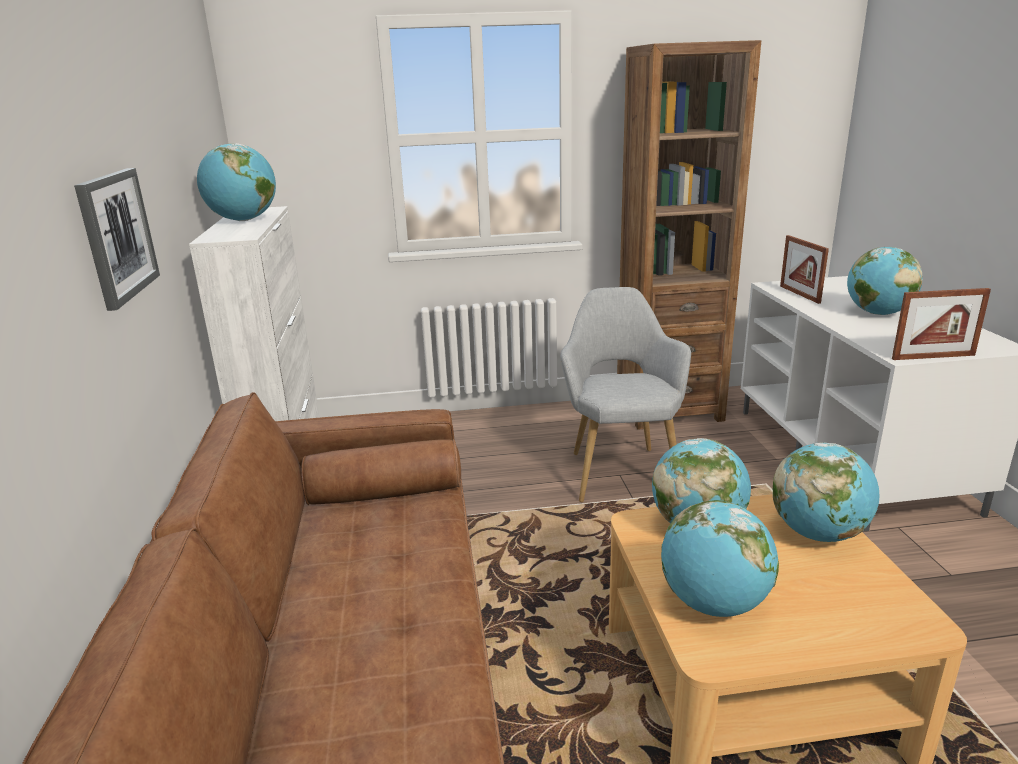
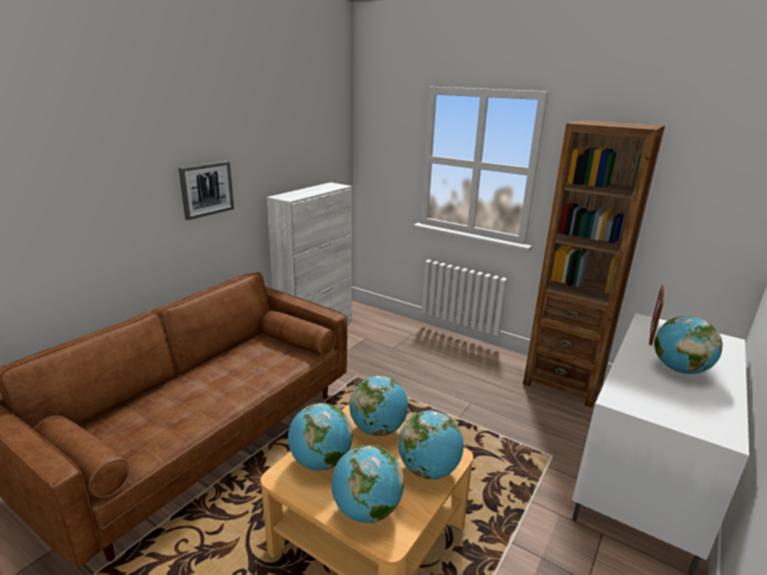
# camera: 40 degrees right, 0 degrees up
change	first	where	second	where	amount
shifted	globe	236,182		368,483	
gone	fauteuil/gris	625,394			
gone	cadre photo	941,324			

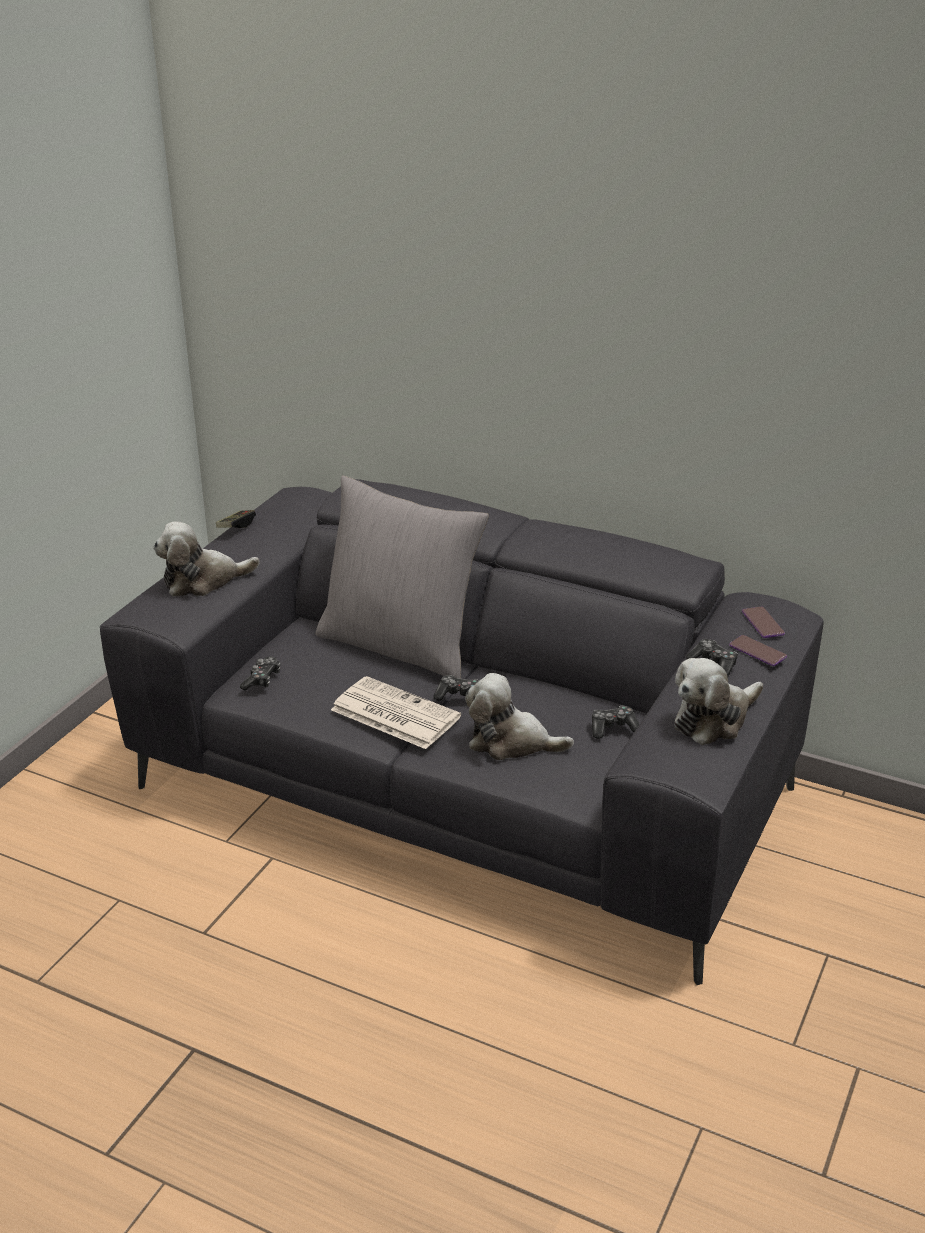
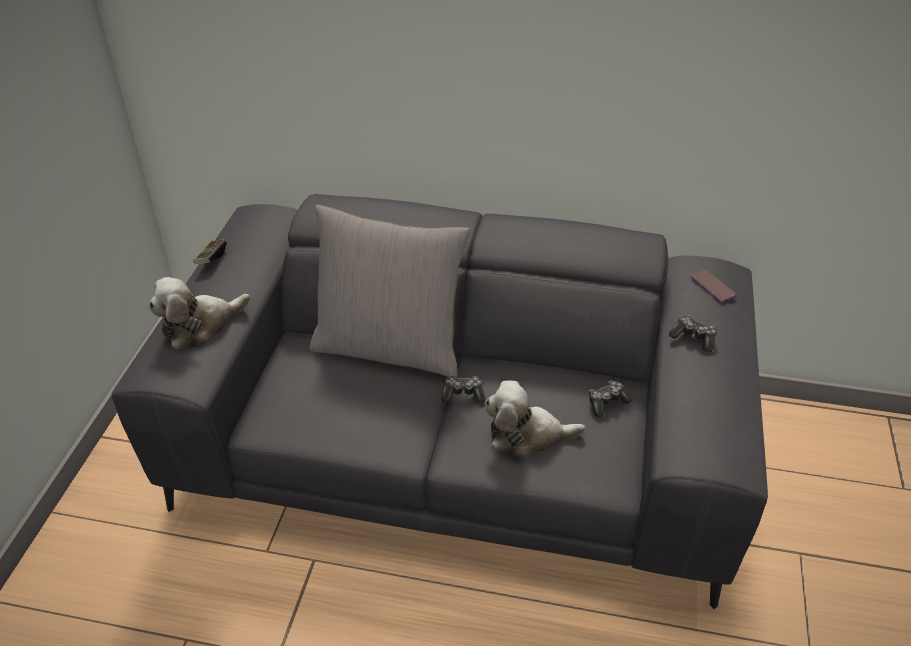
# camera: 15 degrees left, 10 degrees up
change	first	where	second	where	amount
gone	manette	260,673			
gone	journal	396,712			
gone	peluche	719,701			
gone	téléphone	758,650			

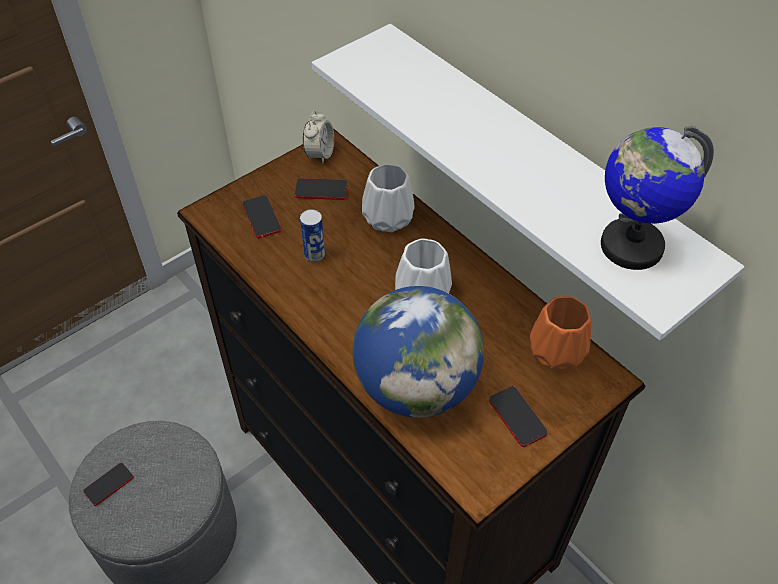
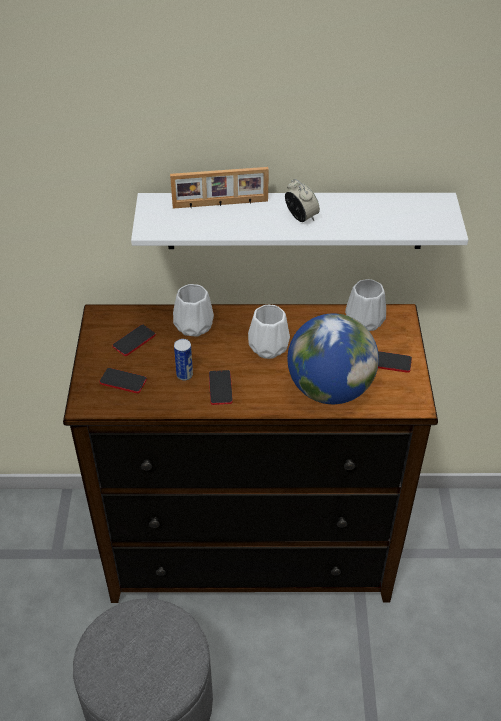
# camera: 50 degrees left, 5 degrees down
change	first	where	second	where	amount
new			cadre photo	219,188	
shifted	téléphone	108,484		221,387	
shifted	réveil	318,137		302,200	
repainted	vase/orange	560,333	vase/blanc	365,305	
gone	globe	657,198			

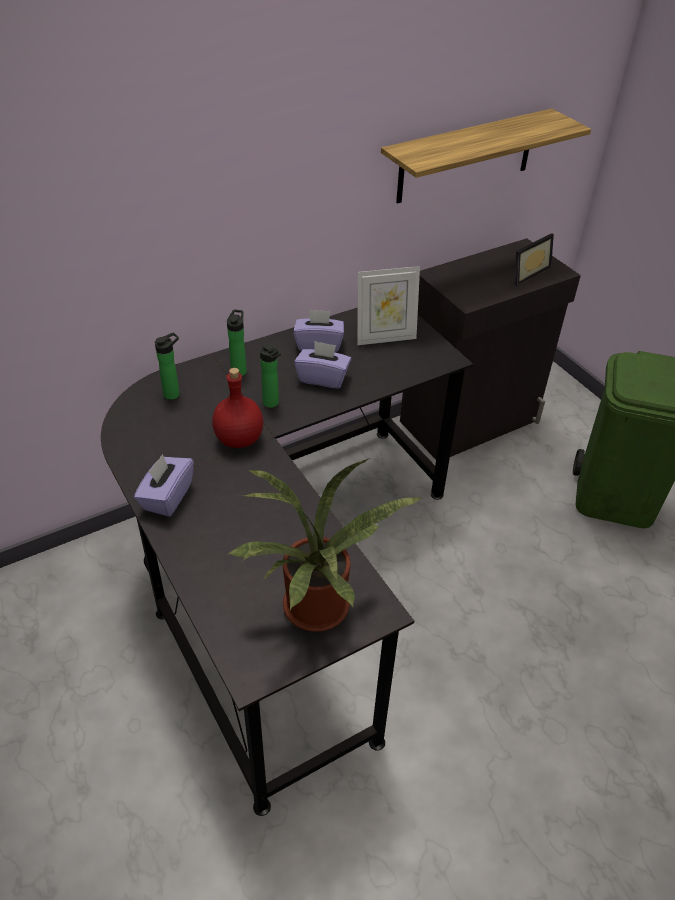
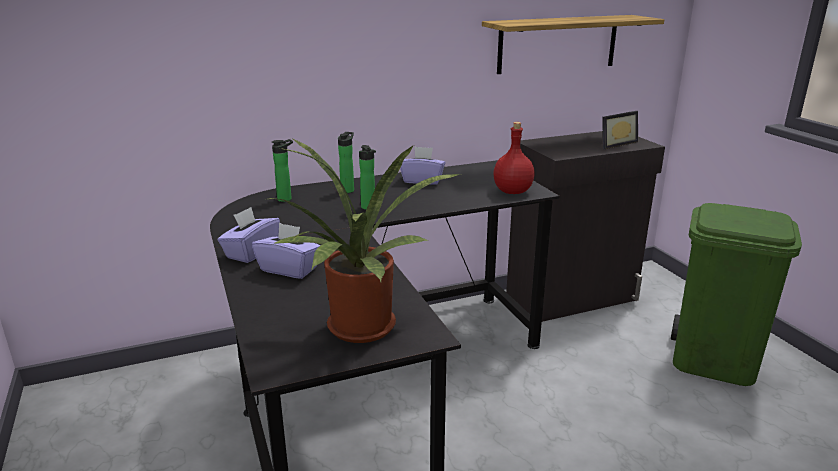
# camera: 10 degrees right, 20 degrees down
change	first	where	second	where	amount
shifted	boîte à mouchoirs/violet	322,365		286,251	
shifted	bouteille/rouge	237,408		514,158	
gone	cadre photo	388,305			

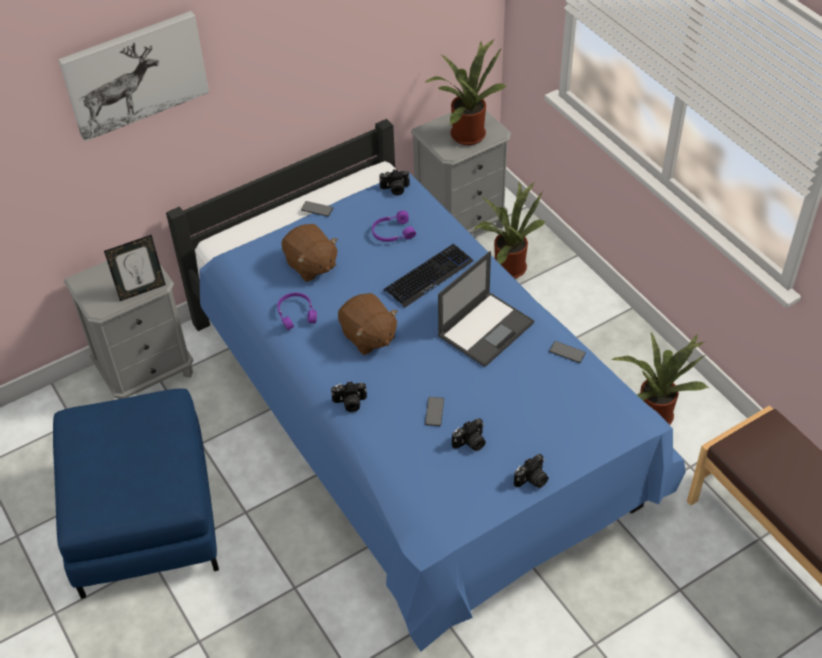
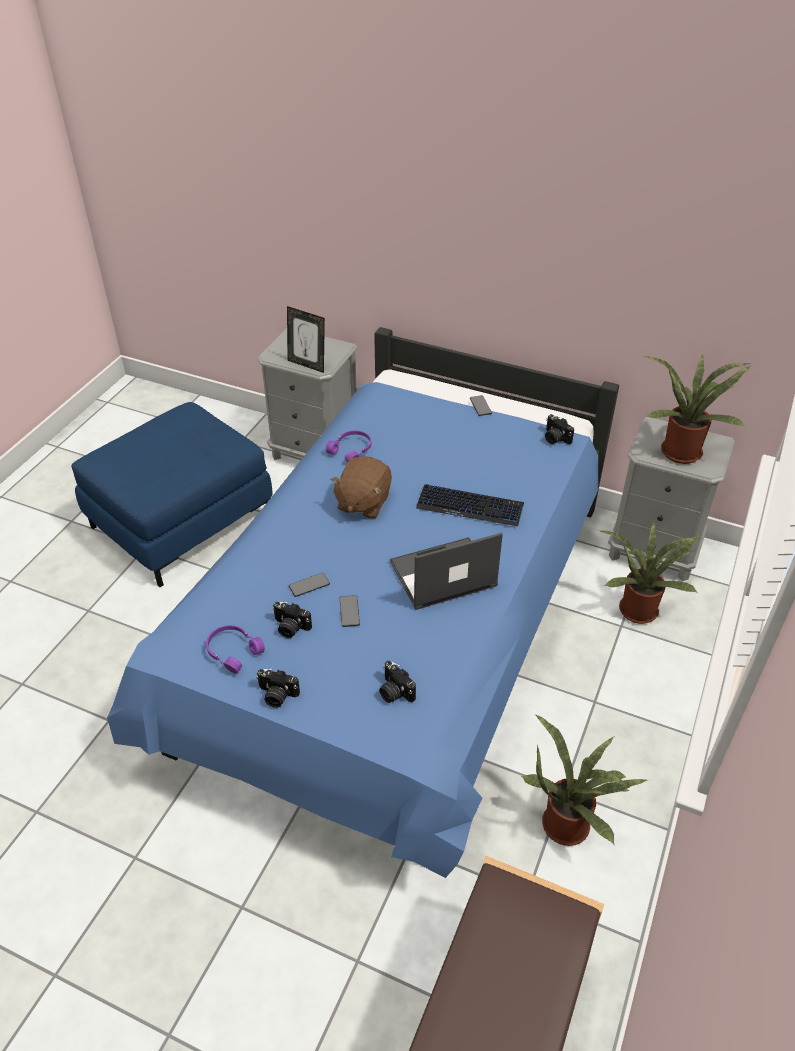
# camera: 55 degrees right, 5 degrees down
change	first	where	second	where	amount
shifted	casque audio/violet	394,226		235,649	
shifted	téléphone	567,352		350,611	
shifted	appareil photo	349,396		397,682	
rotated	ordinateur portable	486,309		446,571	150 degrees clockwise
gone	tableau	133,76			
gone	peluche/marron	309,253			

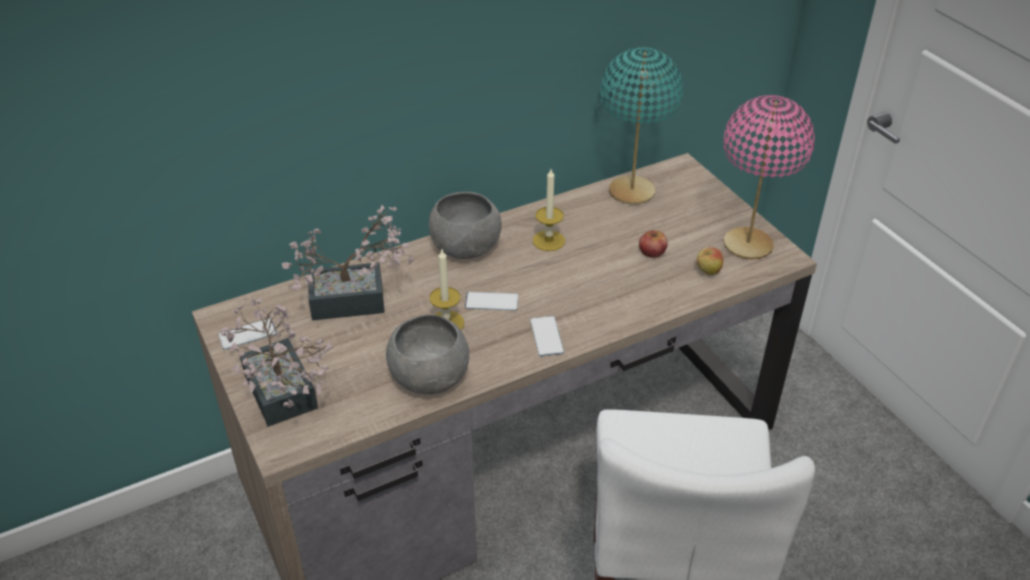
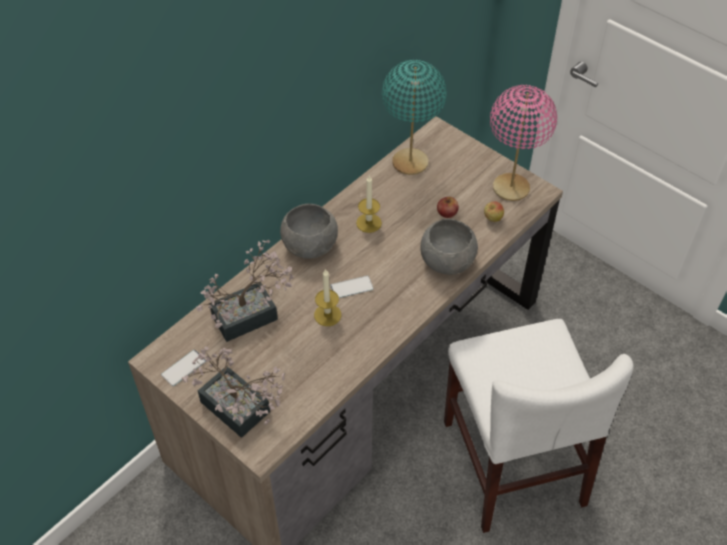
# camera: 20 degrees left, 10 degrees up
change	first	where	second	where	amount
shifted	bol/gris	427,354		449,247	
gone	téléphone	547,336			

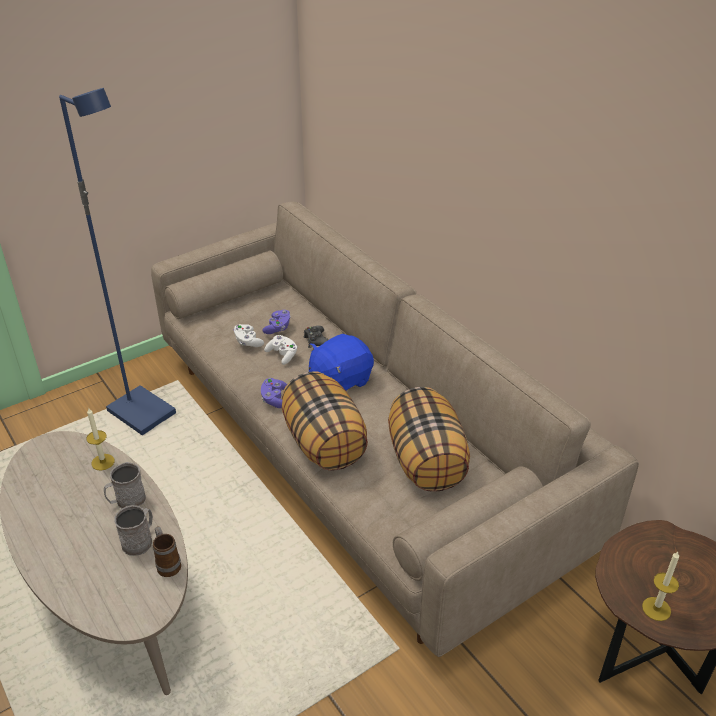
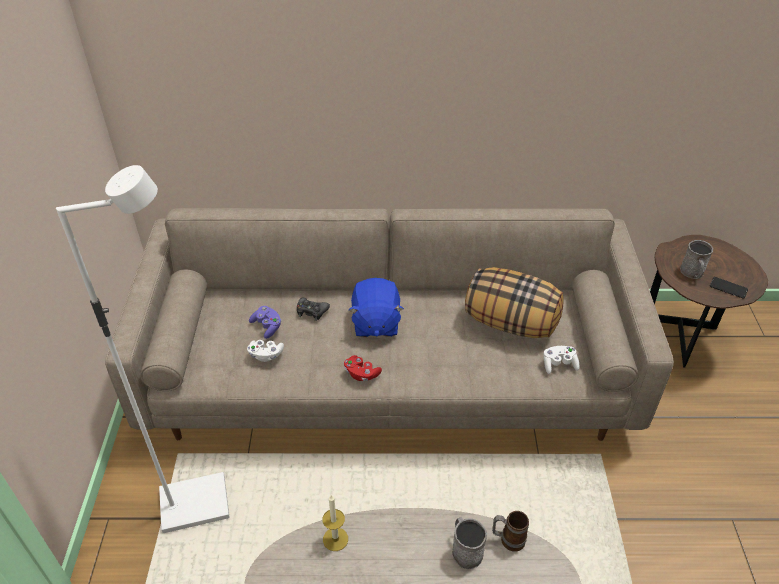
# camera: 55 degrees left, 5 degrees up
change	first	where	second	where	amount
repainted	lampadaire/bleu	117,261	lampadaire/blanc	143,349	
repainted	manette/violet	274,393	manette/rouge	363,368	
shifted	manette/blanc	280,350		561,360	
shifted	mug/gris	125,485		696,259	
swapped	bougie	660,586	téléphone	729,287	
gone	coussin	325,421			

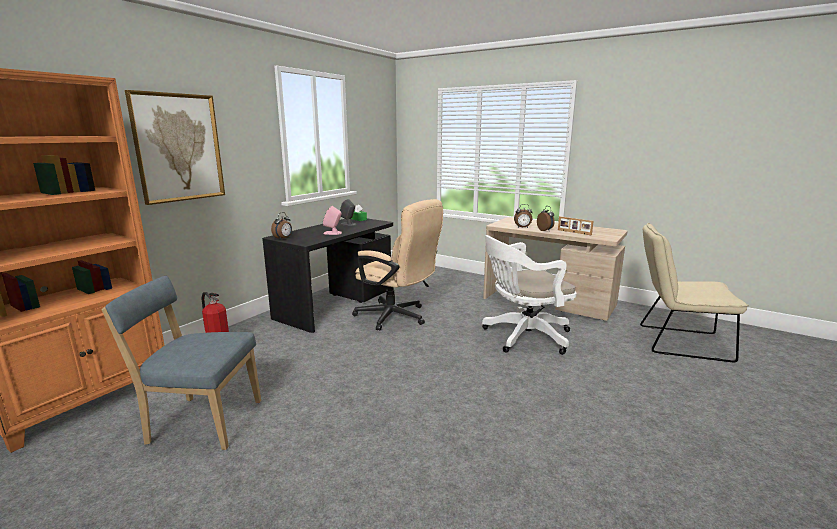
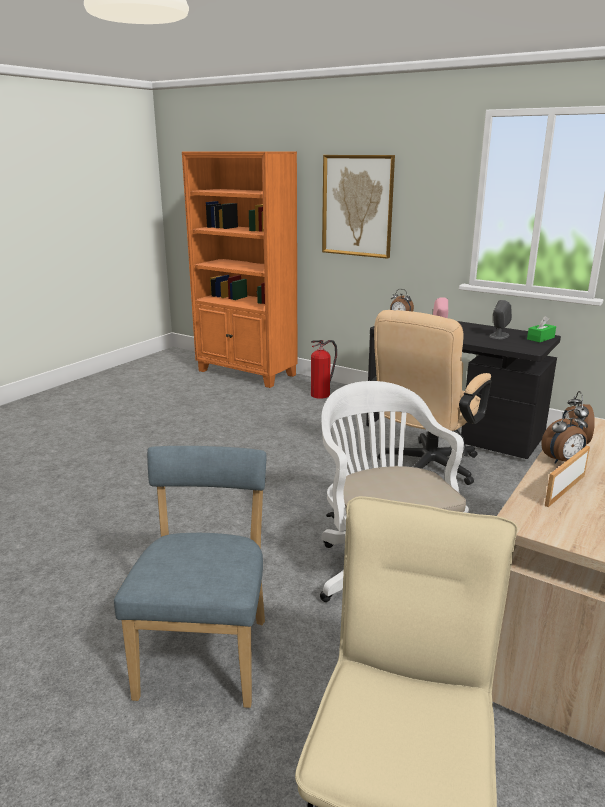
# camera: 90 degrees right, 5 degrees up
change	first	where	second	where	amount
shifted	chaise/bleu	181,363		190,577	

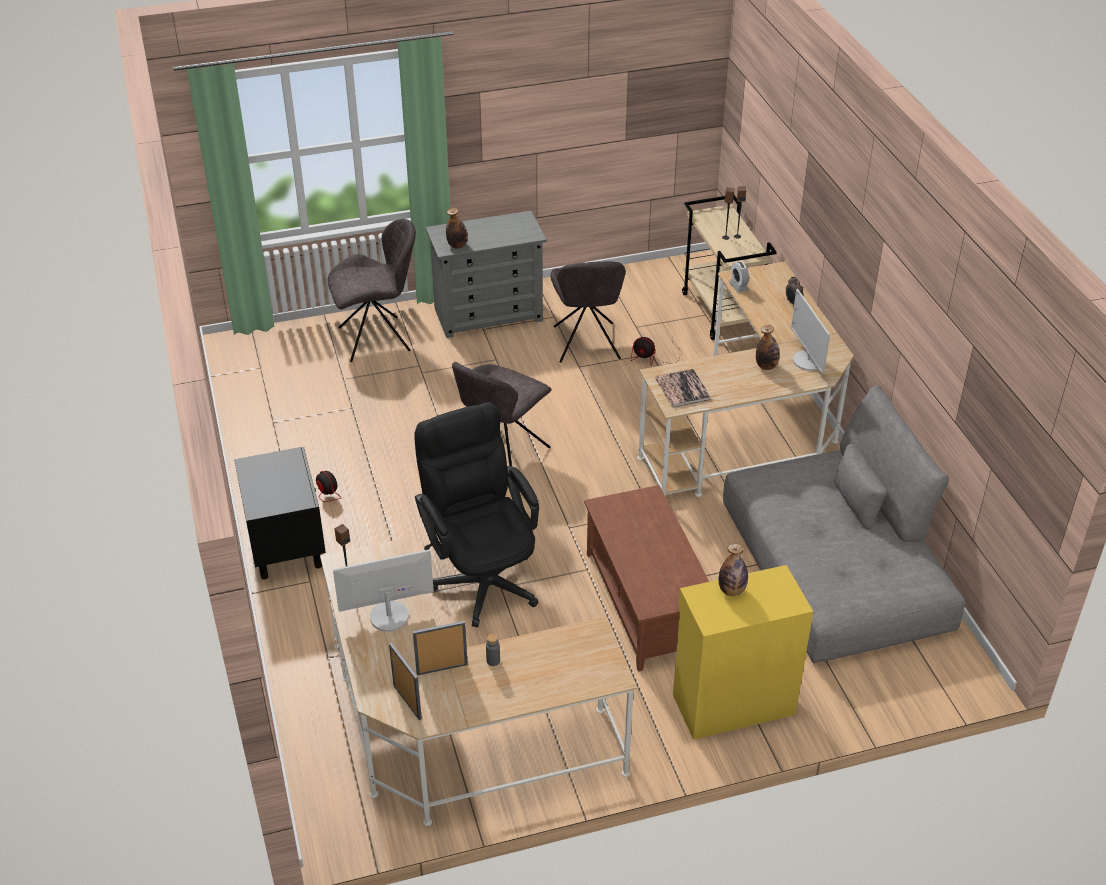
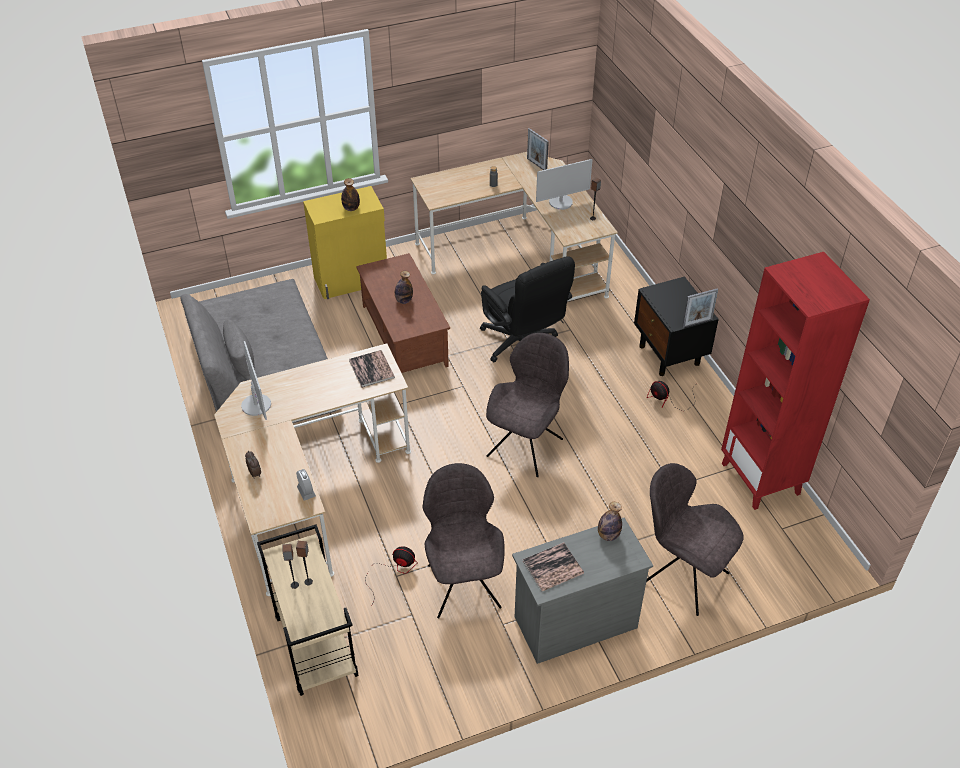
# camera: 175 degrees right, 5 degrees up
change	first	where	second	where	amount
shifted	bouteille	768,347		404,287	
new			livre	553,566	
rotated	chaise/gris	372,290		695,539	60 degrees clockwise
shifted	cadre photo	440,648		700,308	
new			bibliothèque/rouge	795,381	

